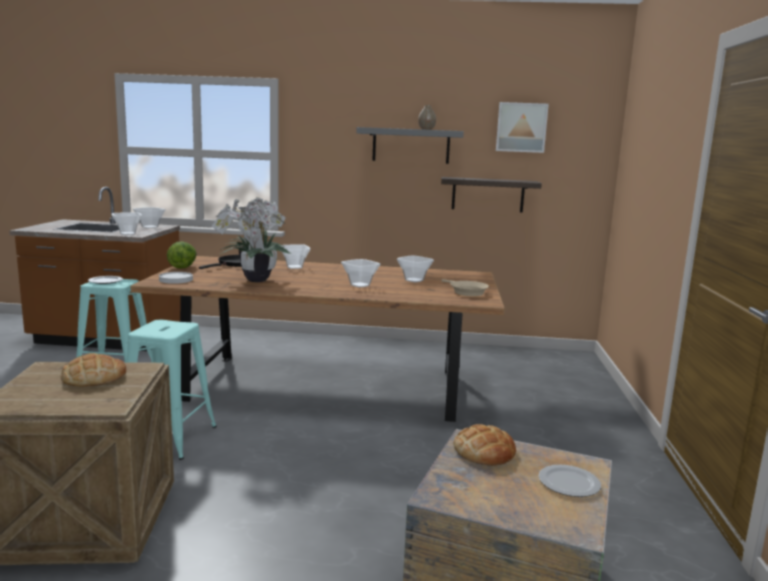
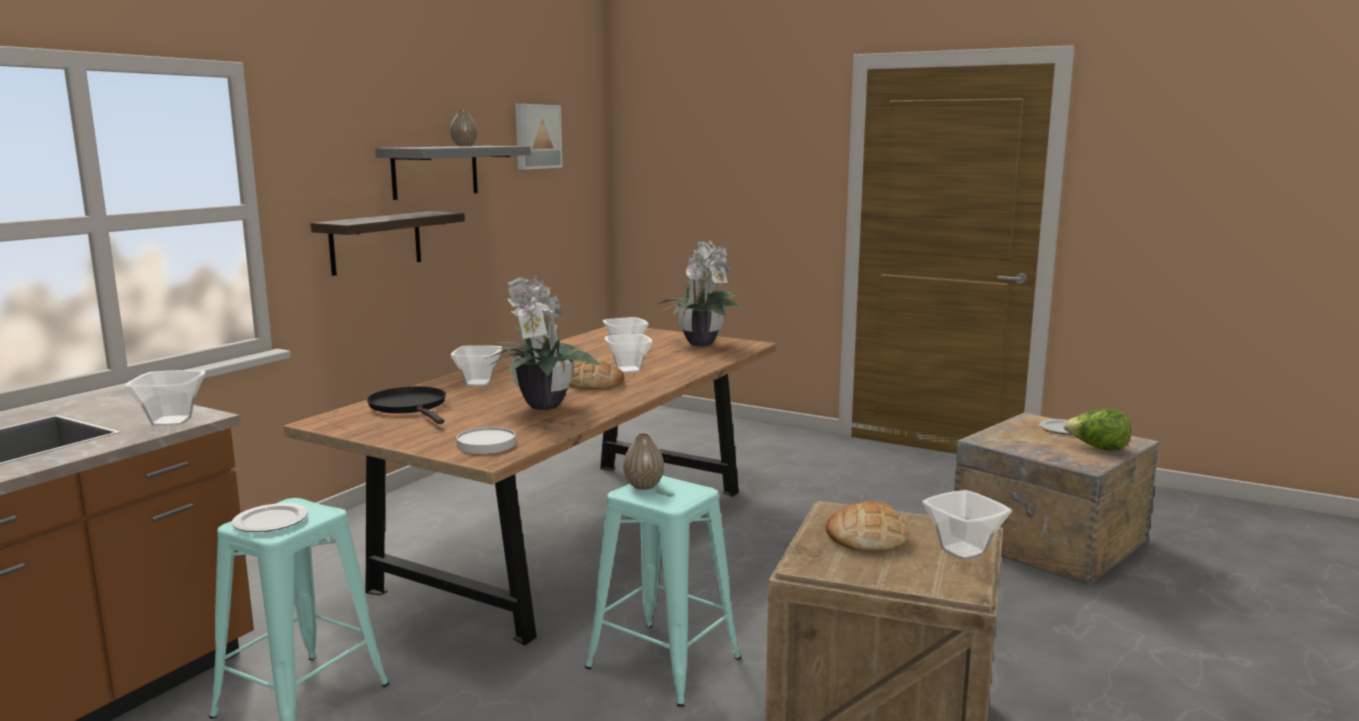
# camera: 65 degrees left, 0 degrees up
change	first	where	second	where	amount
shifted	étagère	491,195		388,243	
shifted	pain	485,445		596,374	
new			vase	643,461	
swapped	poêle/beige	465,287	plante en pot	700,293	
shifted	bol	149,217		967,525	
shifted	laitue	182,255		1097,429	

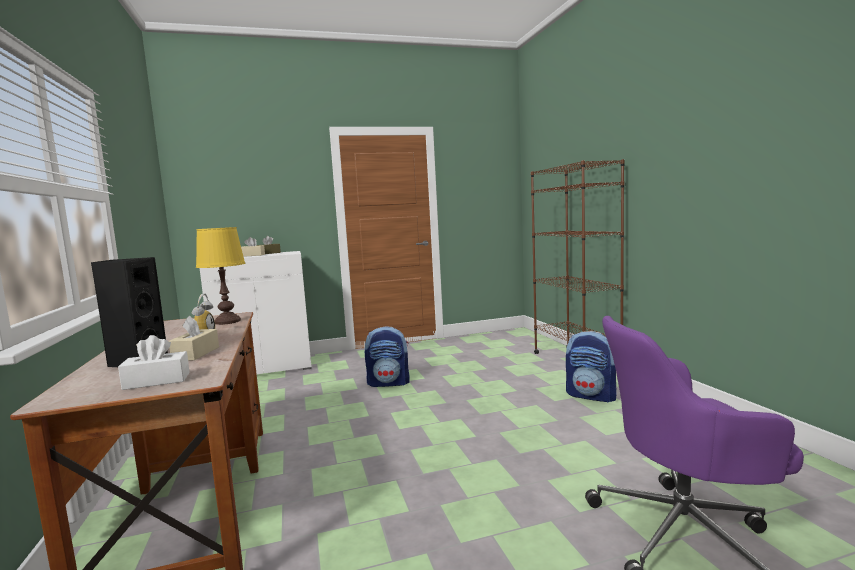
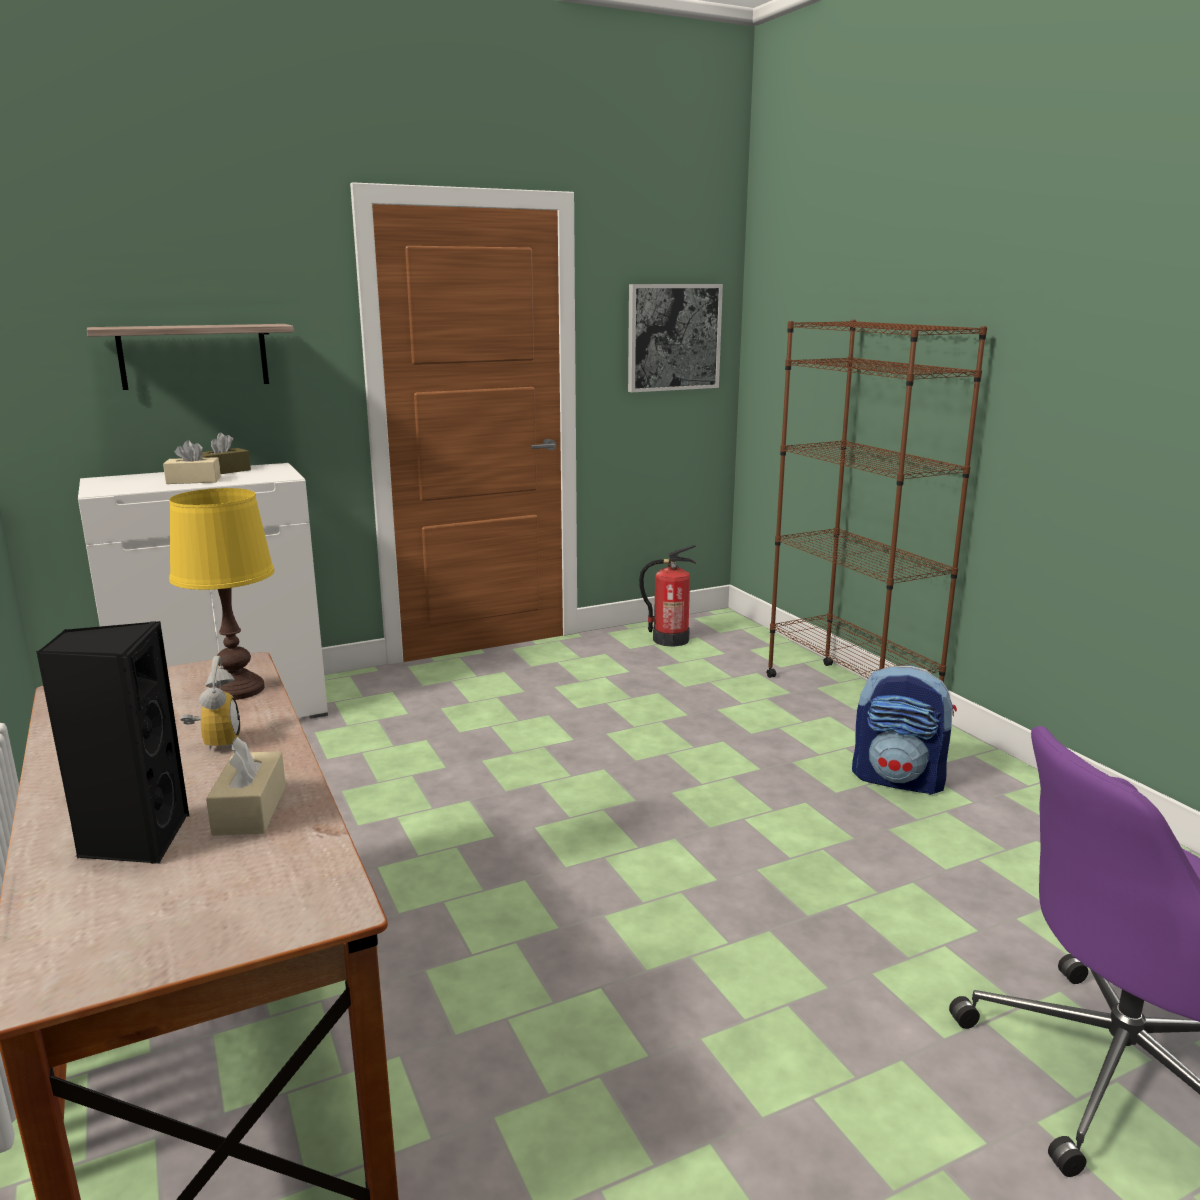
# camera: 10 degrees left, 10 degrees up
change	first	where	second	where	amount
new			étagère	190,357	
new			tableau	675,338	
new			extincteur	667,596	
gone	boîte à mouchoirs/blanc	154,362			
gone	sac à dos	387,357			

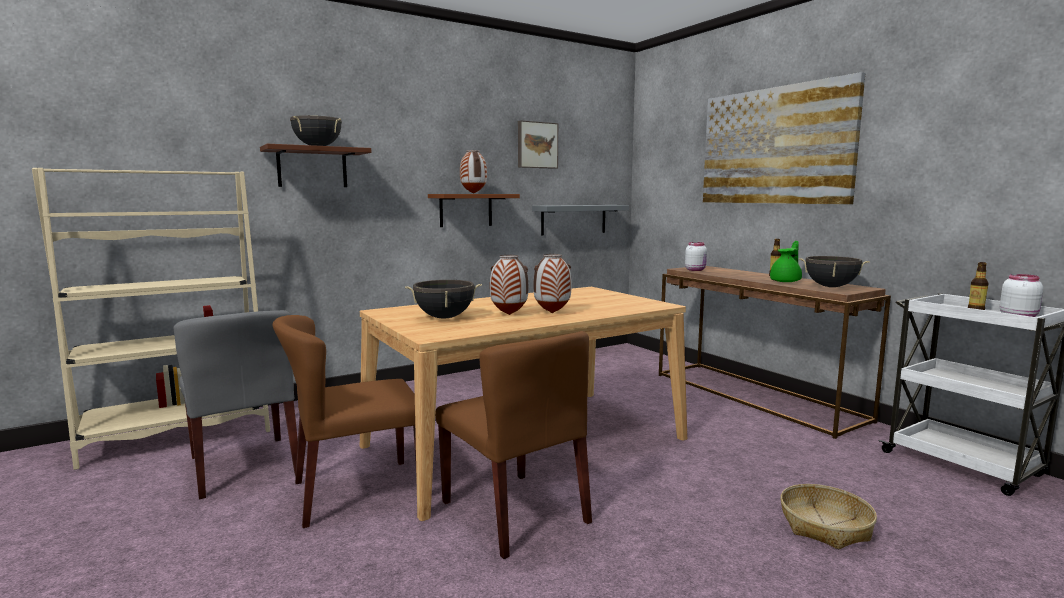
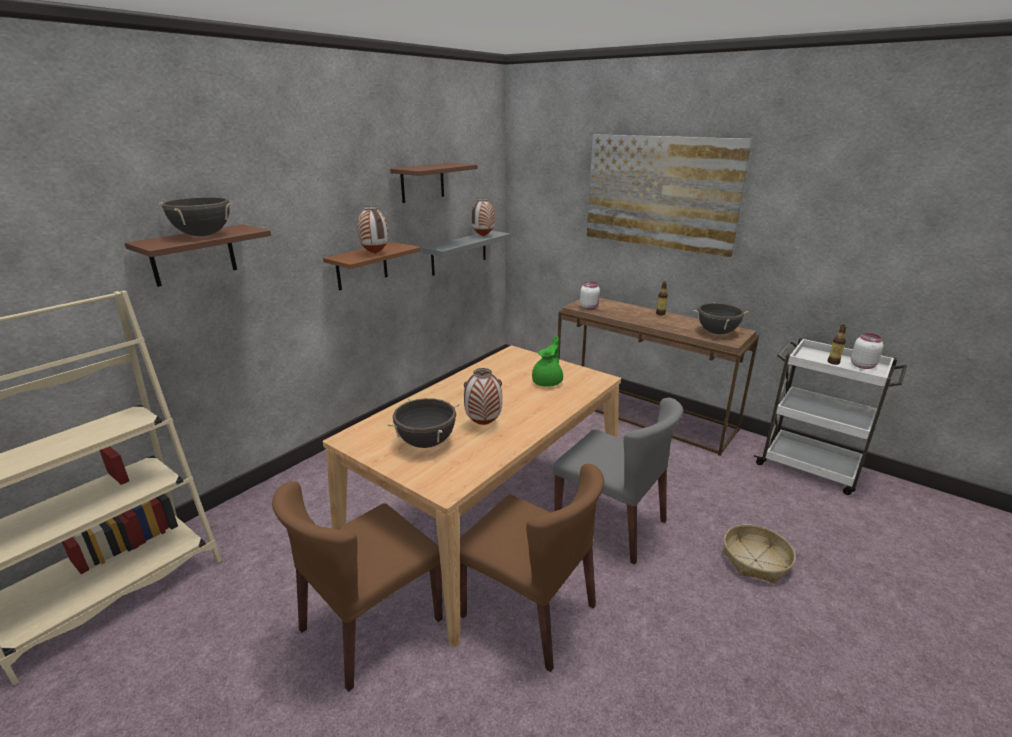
# camera: 20 degrees left, 15 degrees up
change	first	where	second	where	amount
swapped	tableau	538,144	étagère/marron	434,183	
shifted	vase	552,283		483,217	
shifted	théière/vert	786,261		547,361	
shifted	chaise/gris	236,404		618,481	

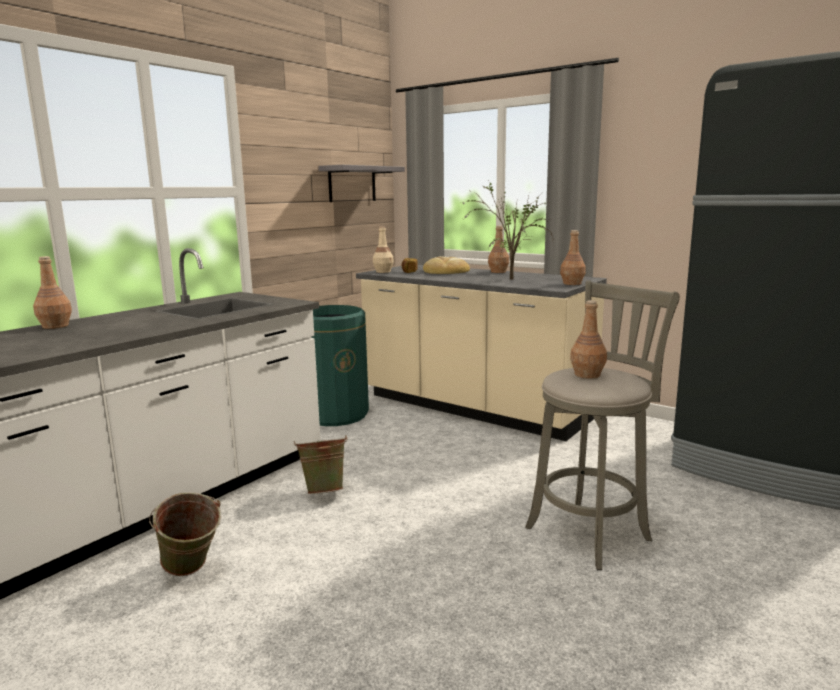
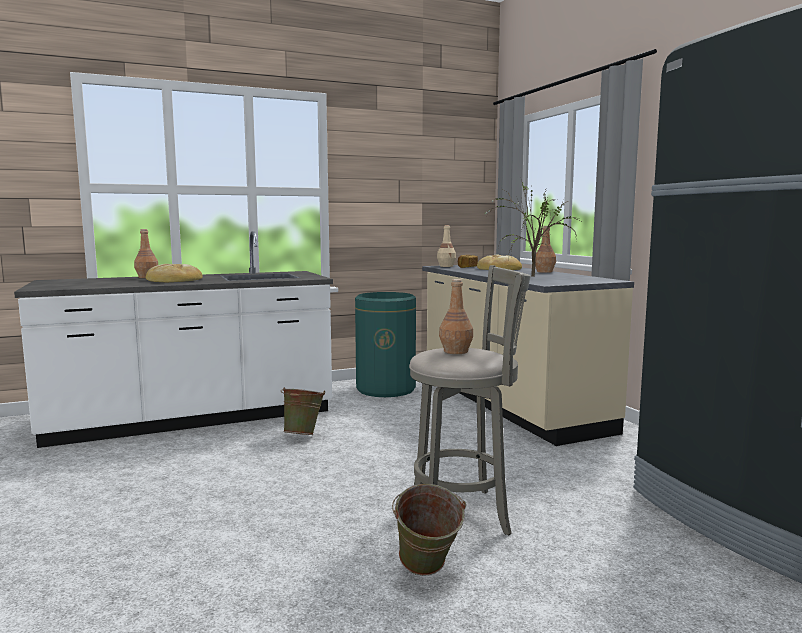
# camera: 30 degrees right, 5 degrees down
change	first	where	second	where	amount
new			pain	174,273	
shifted	seau/vert	185,534		429,530	
gone	étagère/gris	361,183			
gone	bouteille/marron	573,257			

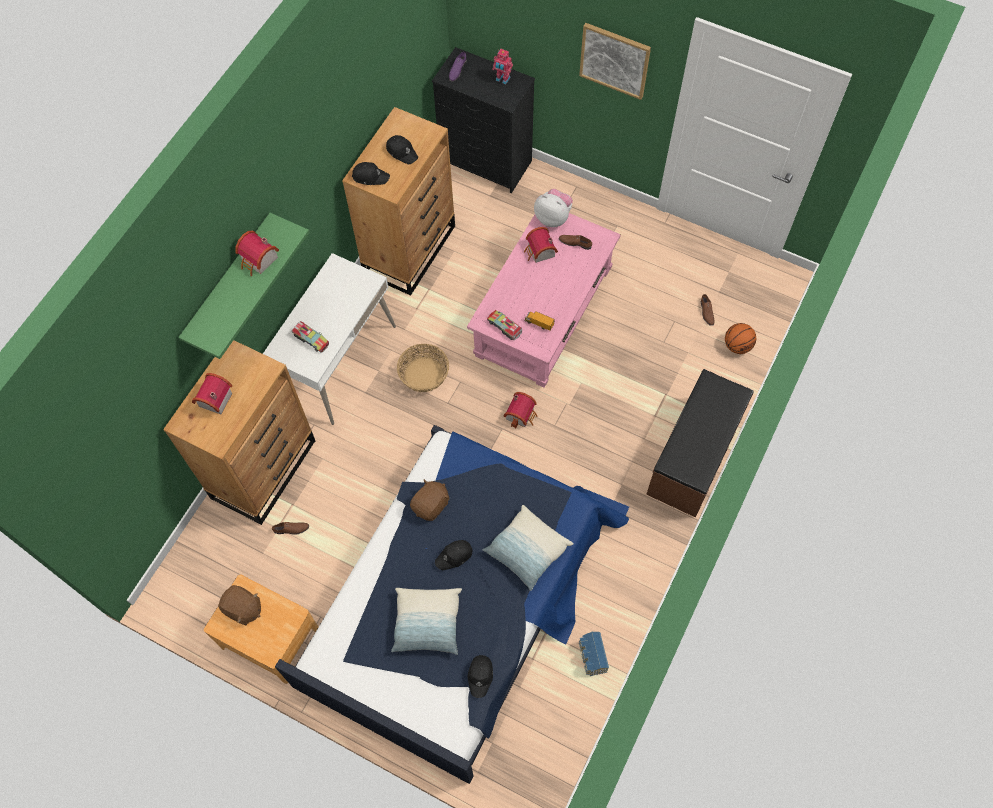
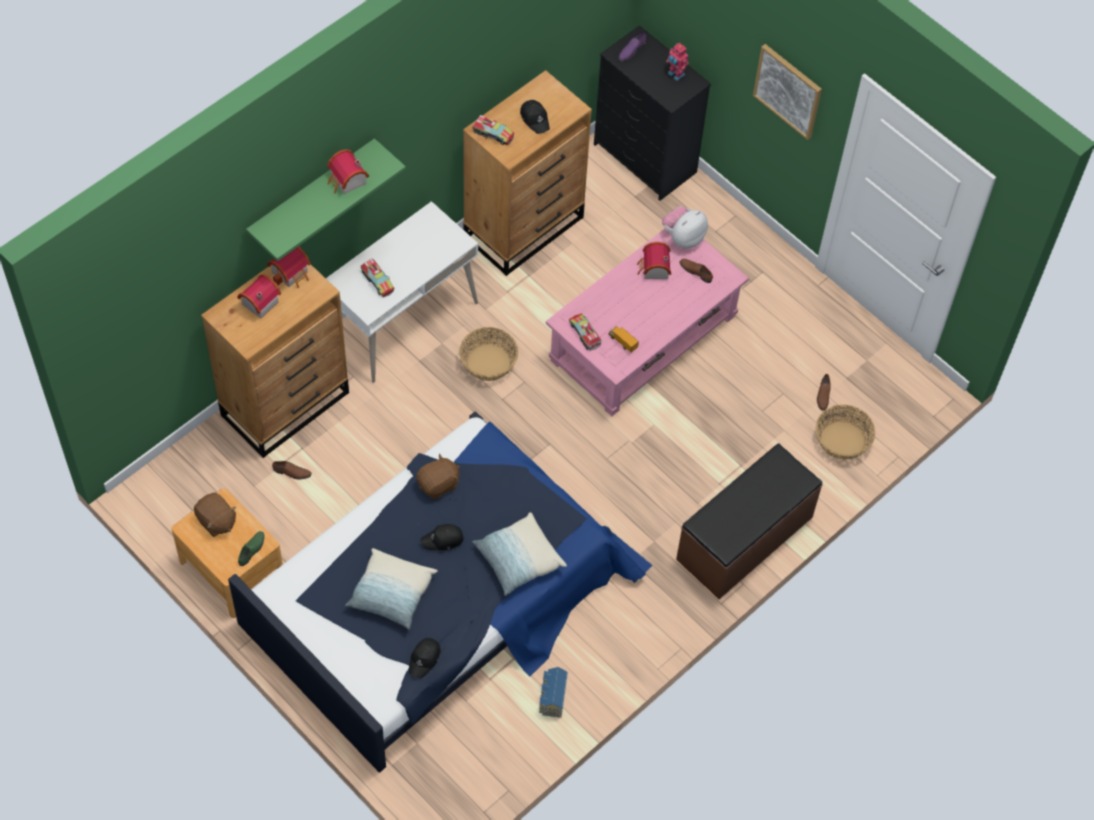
# camera: 15 degrees right, 5 degrees down
change	first	where	second	where	amount
new			chaussure/vert	251,548	
shifted	maison miniature	521,410		288,267	
swapped	casquette/noir	371,173	camion jouet	493,130	
rotated	peluche	553,208		685,227	90 degrees counterclockwise
swapped	ballon de basket	740,338	panier	845,432	

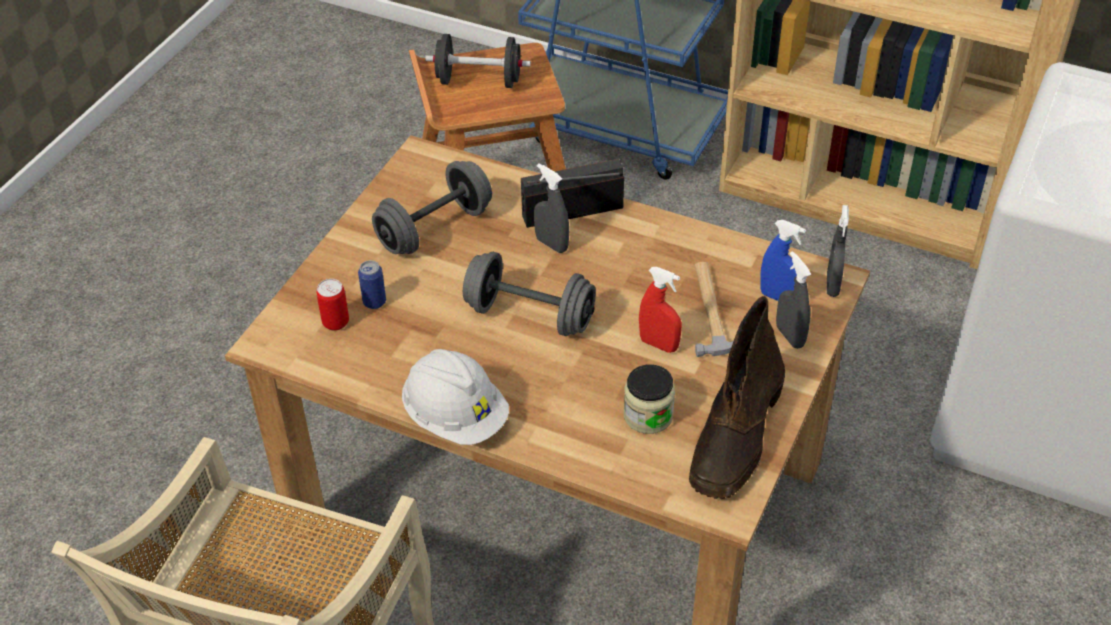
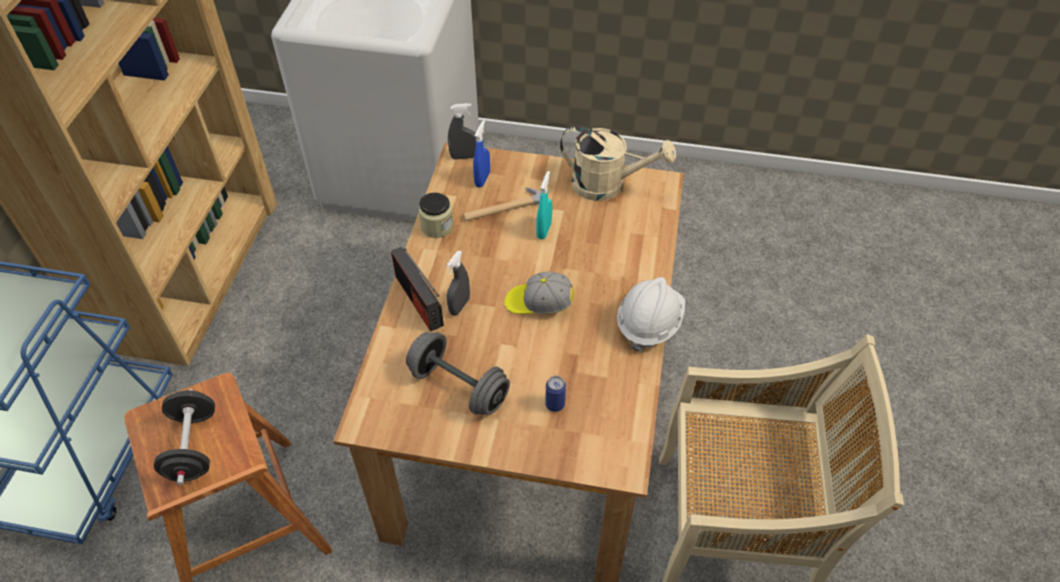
# camera: 105 degrees left, 5 degrees up
change	first	where	second	where	amount
shifted	bocal	649,399		435,215	
swapped	haltère/gris	529,294	casquette	539,293	
repainted	vaporisateur/rouge	660,310	vaporisateur/turquoise	544,205	
swapped	botte/marron	737,397	arrosoir/beige	618,163	
gone	boîte métallique	332,305			
gone	vaporisateur/gris	793,300			

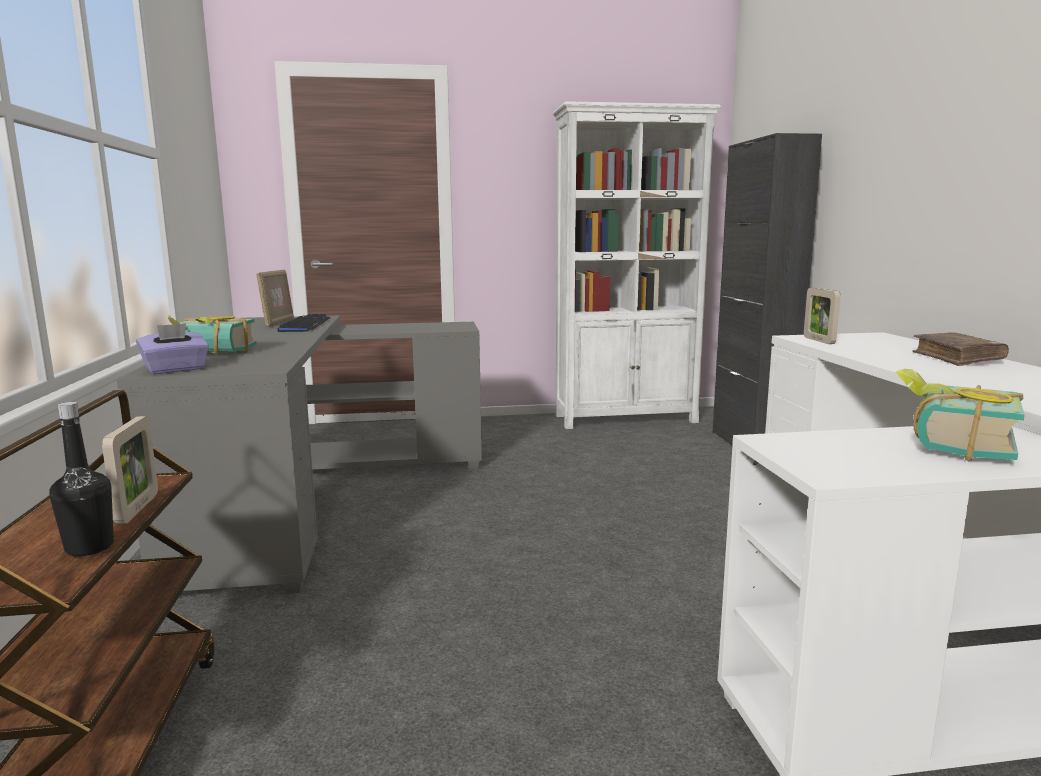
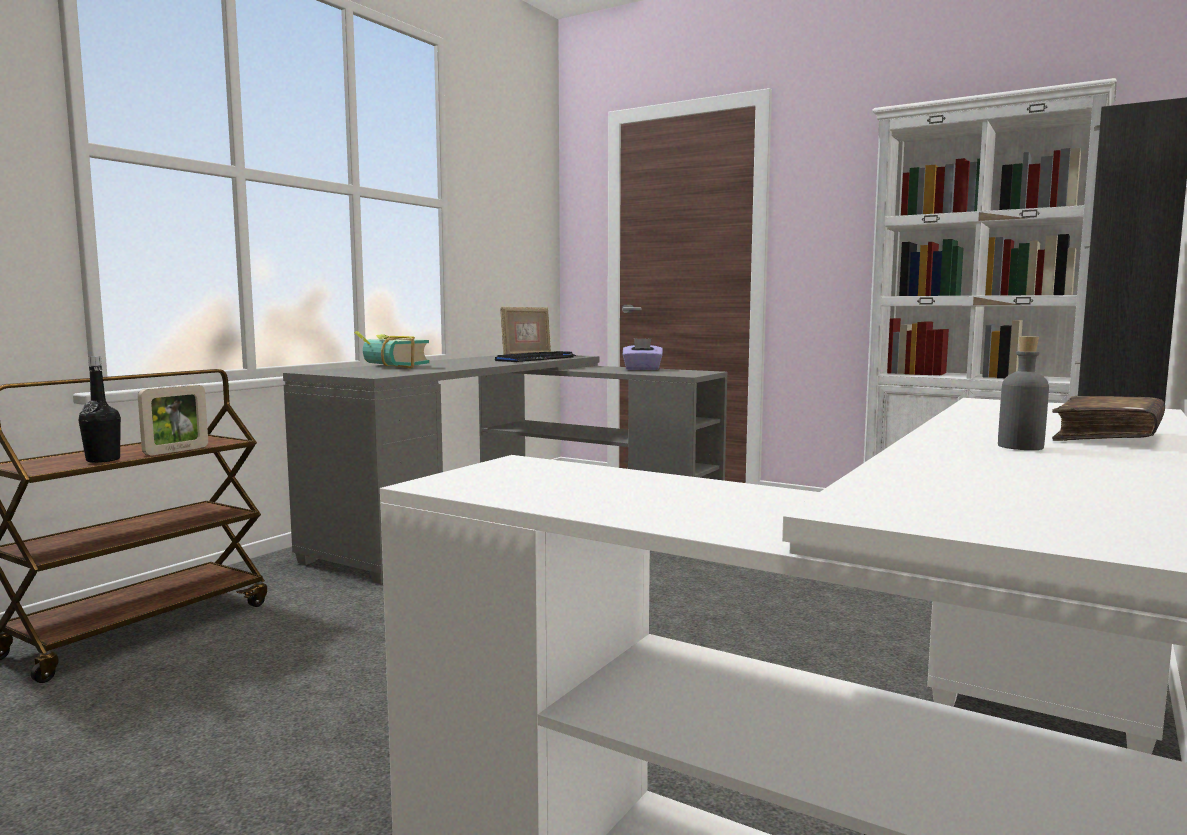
# camera: 40 degrees right, 5 degrees down
change	first	where	second	where	amount
shifted	boîte à mouchoirs/violet	172,348		643,354	
new			bouteille/gris	1023,393	
gone	cadre photo	822,316			
gone	livre	960,415			

